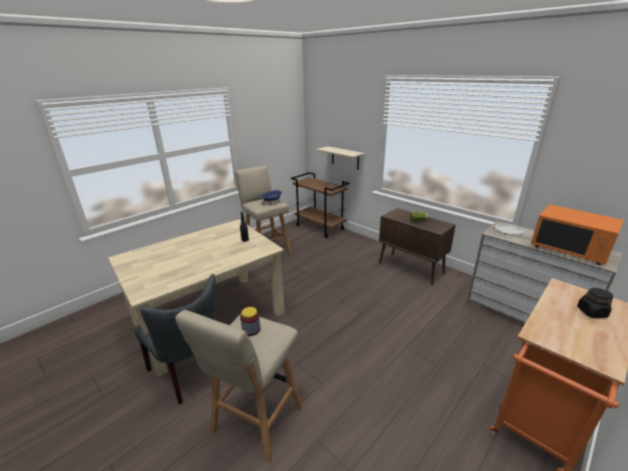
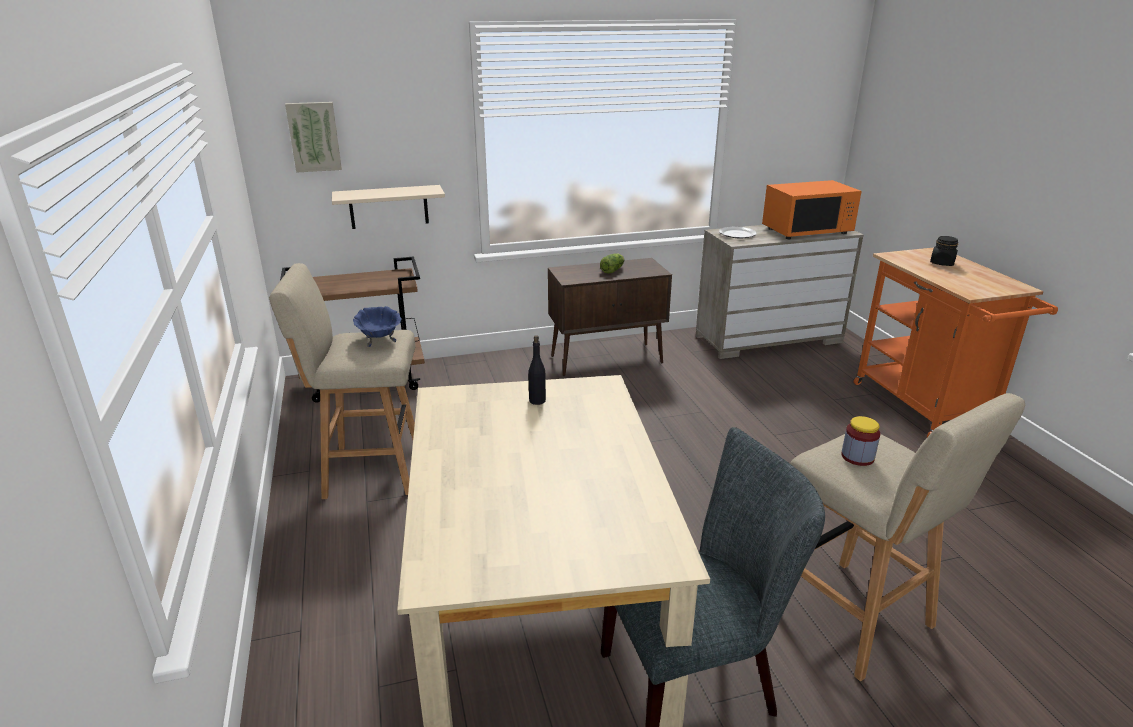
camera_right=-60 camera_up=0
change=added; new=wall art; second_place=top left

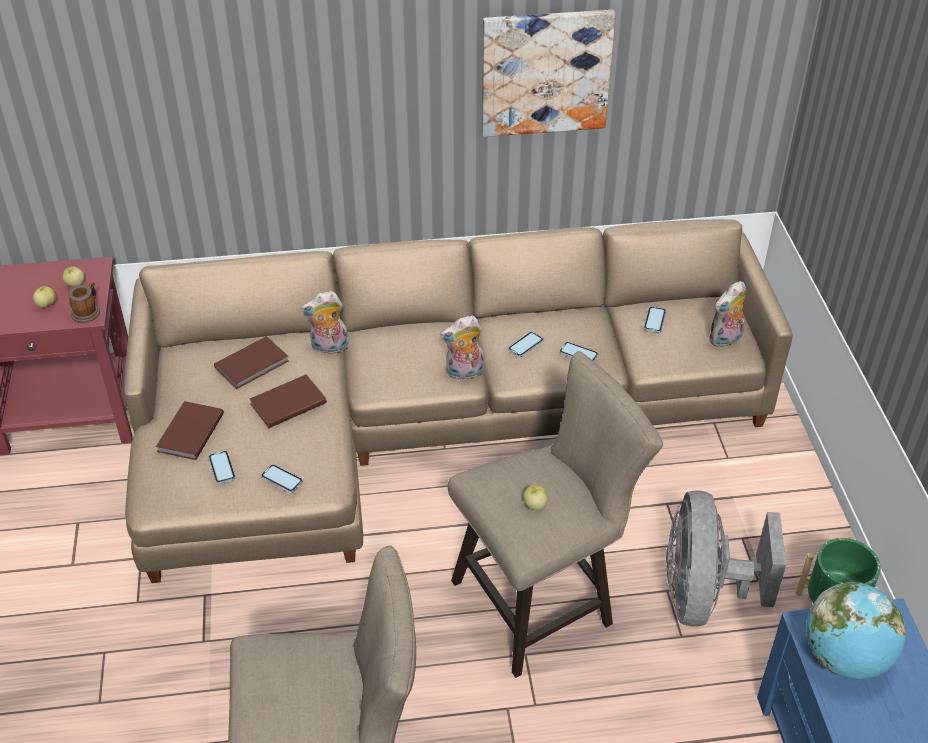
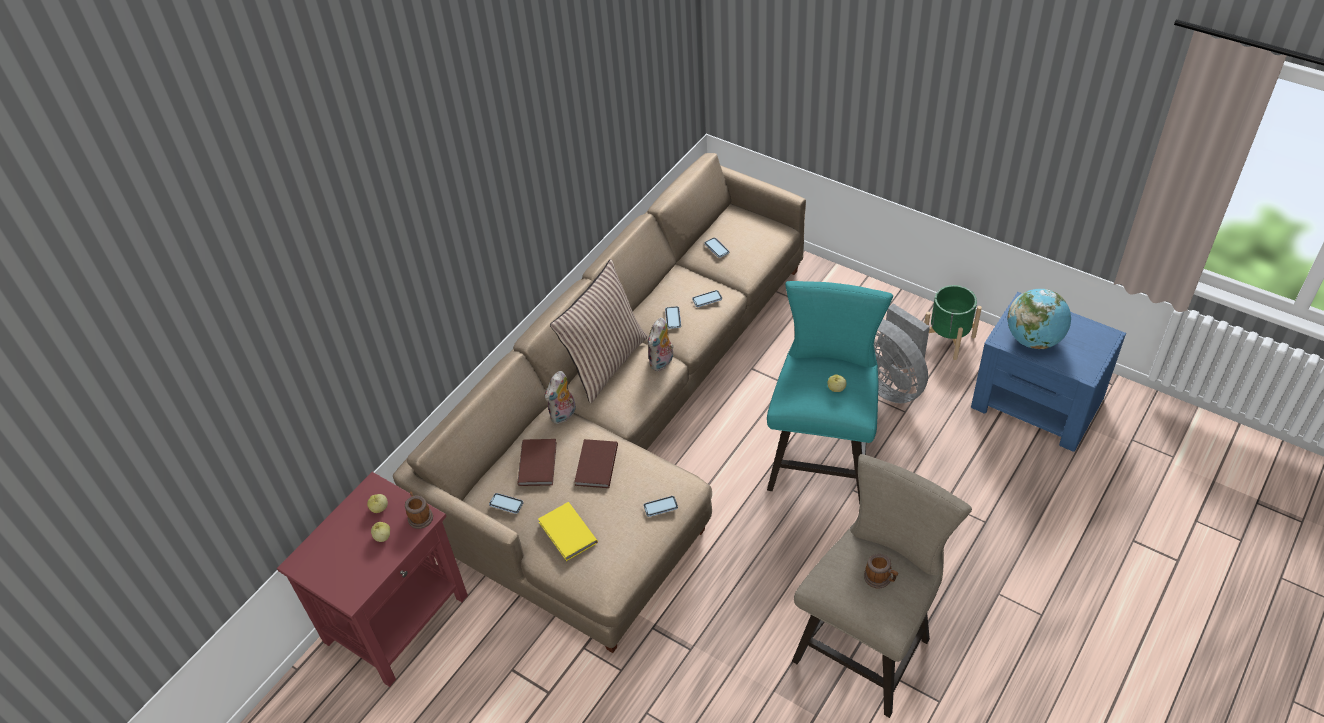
camera_right=-45 camera_up=5
change=recoloured; old=brown-coloured bound book (1st from left); new=yellow-coloured bound book; first_place=middle left; second_place=bottom centre
change=moved; old=handset (1st from left); first_place=middle left; second_place=bottom centre
change=recoloured; old=beige stool (2nd from left); new=blue-green stool; first_place=bottom centre; second_place=centre
change=removed; old=wall art; first_place=top centre
change=removed; old=plush toy (3rd from left); first_place=middle right
change=added; new=pillow; second_place=centre
change=added; new=mug (2nd from left); second_place=bottom centre

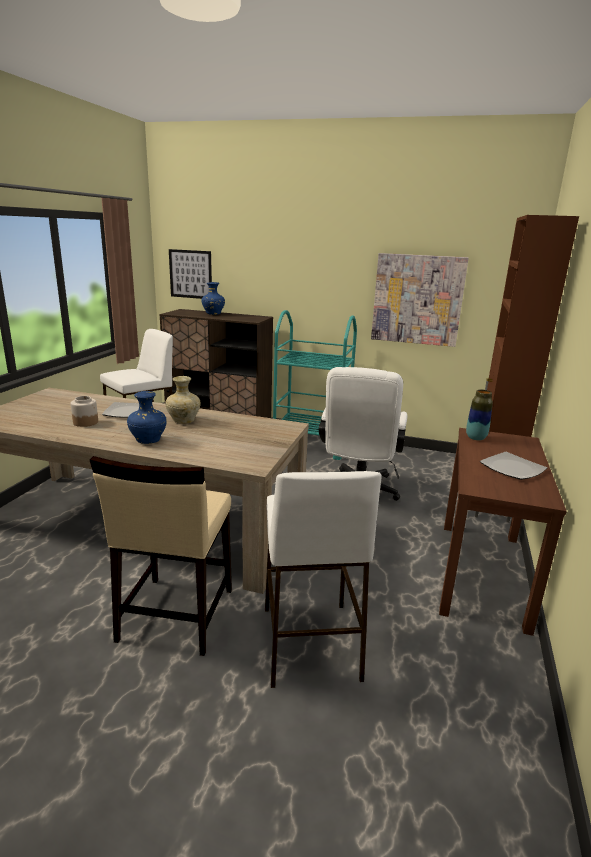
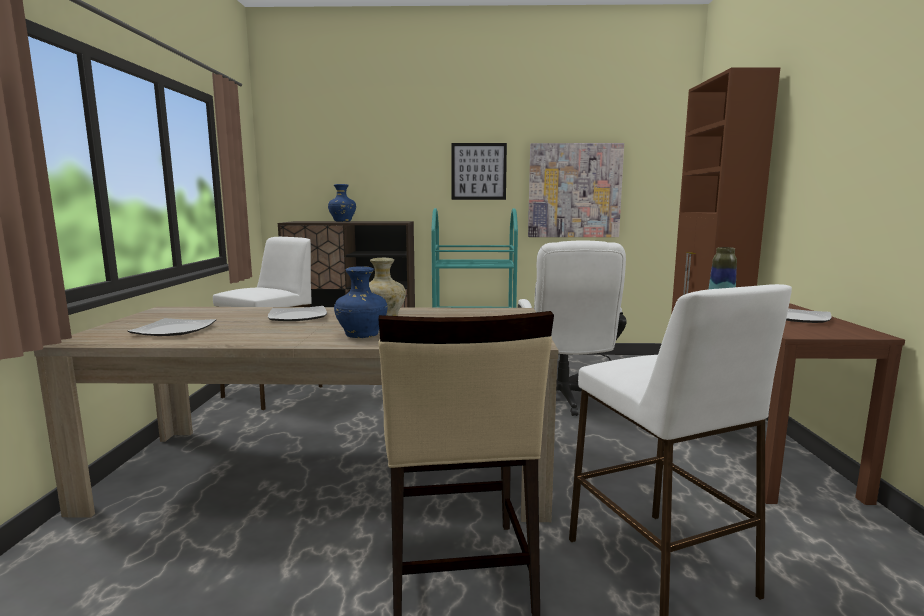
camera_right=-15 camera_up=-10
change=removed; old=preserve jar; first_place=middle left
change=moved; old=wall art (1st from left); first_place=top left; second_place=top centre
change=added; new=flat dish (1st from left); second_place=middle left

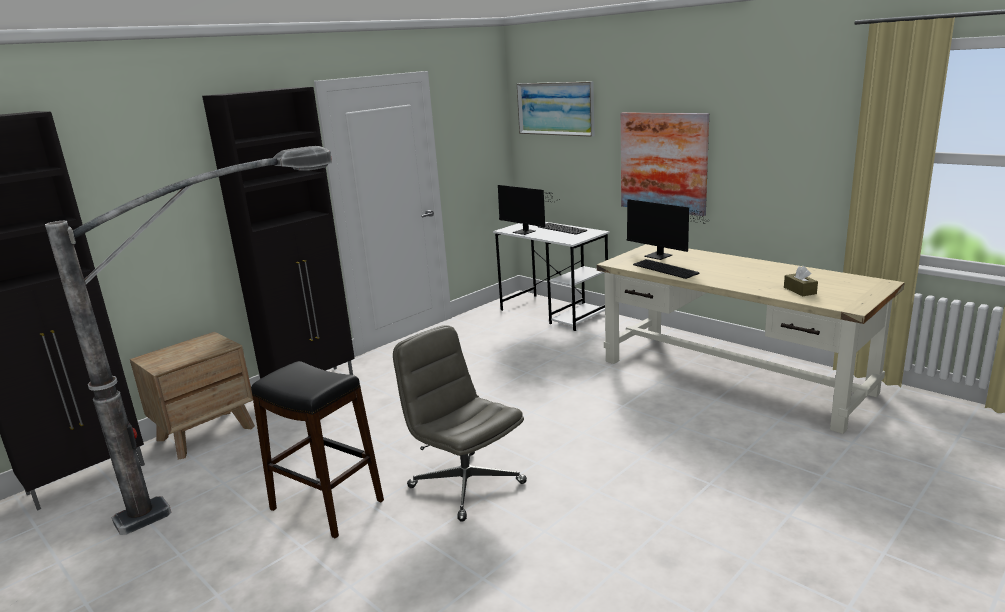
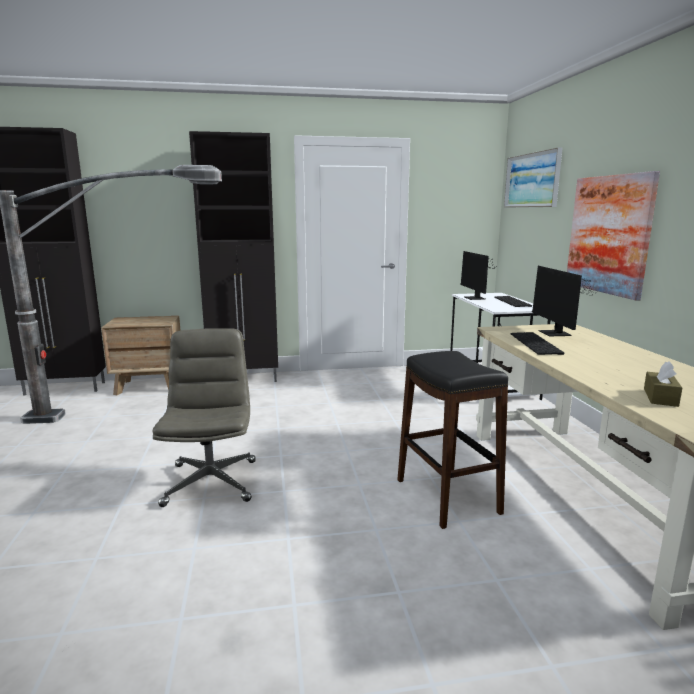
camera_right=35 camera_up=-5
change=moved; old=blackish stool; first_place=bottom left; second_place=centre

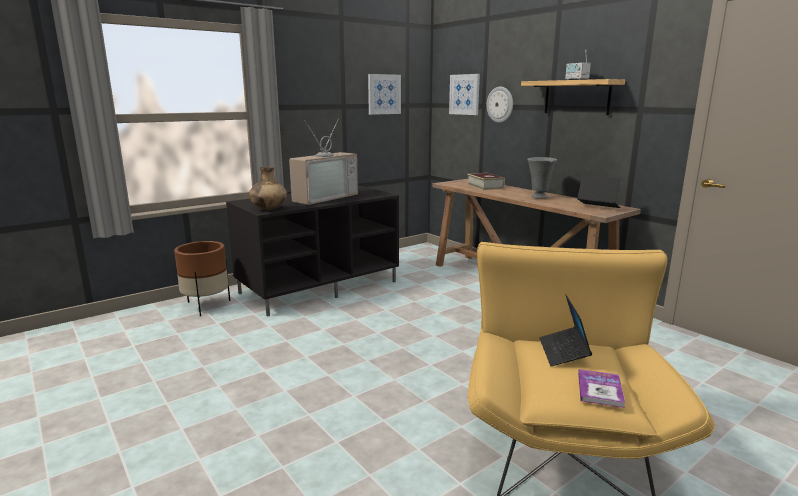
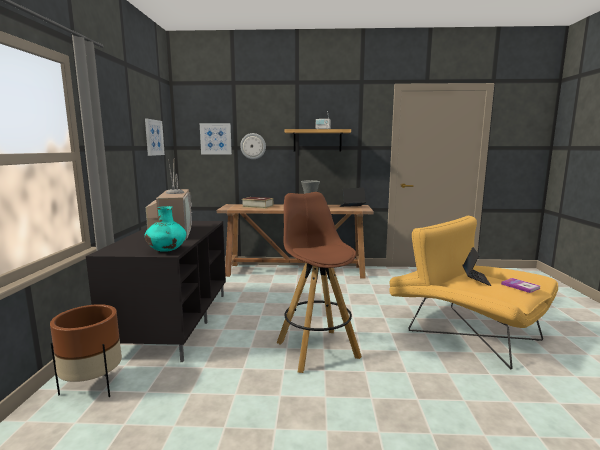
camera_right=-50 camera_up=-5
change=recoloured; old=brown-coloured flower vase; new=blue-green flower vase; first_place=centre; second_place=middle left
change=turned; old=laptop (1st from left in the first image); first_place=middle right; second_place=middle right; degrees=-120
change=added; new=brown-coloured stool; second_place=centre

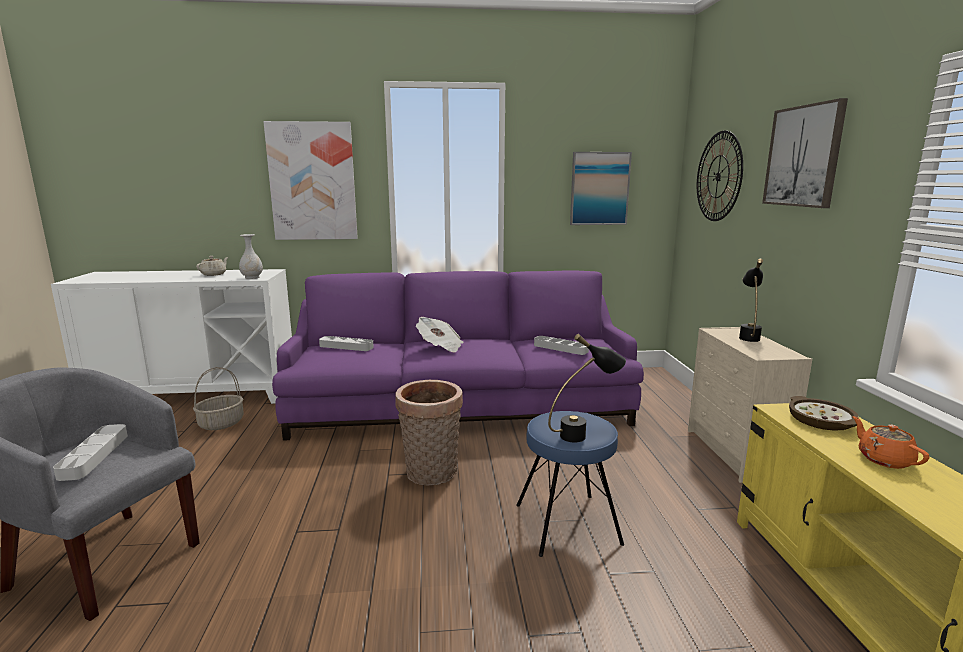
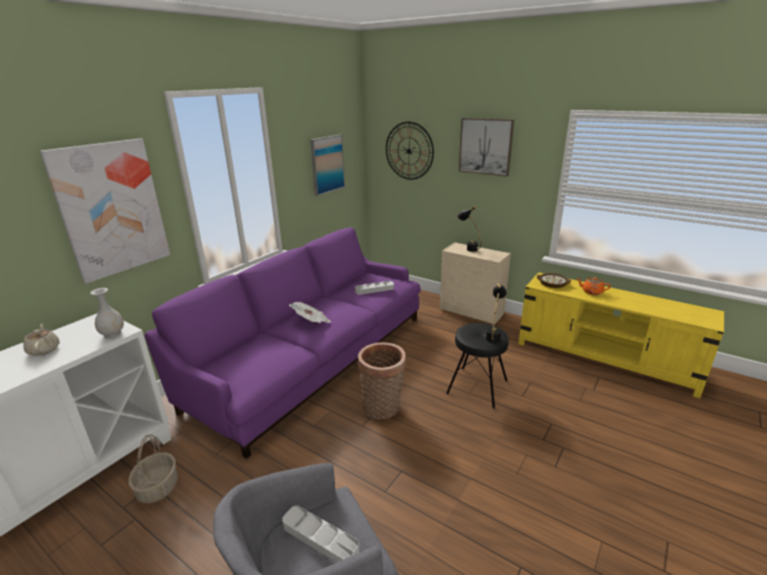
camera_right=-50 camera_up=10
change=removed; old=gray serving tray (2nd from left); first_place=centre
change=recoloured; old=blue stool; new=blackish stool; first_place=bottom centre; second_place=centre

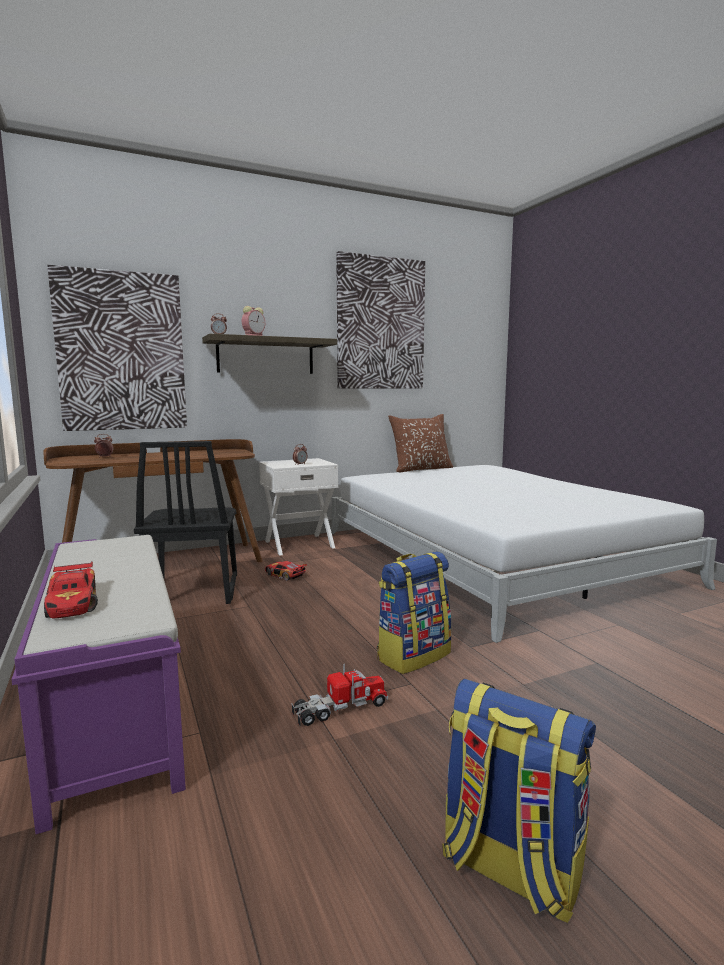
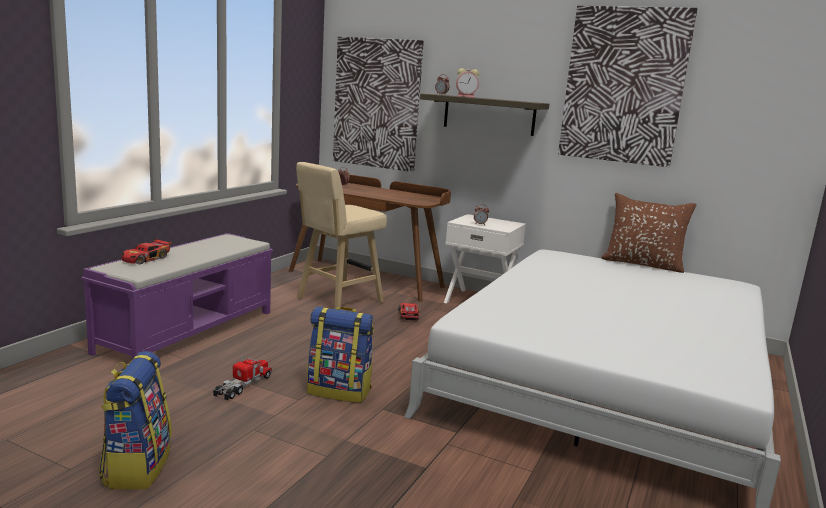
camera_right=50 camera_up=5
change=replaced; old=blackish chair; new=beige stool; first_place=middle left; second_place=centre
change=turned; old=toy lorry; first_place=bottom centre; second_place=bottom left; degrees=-90

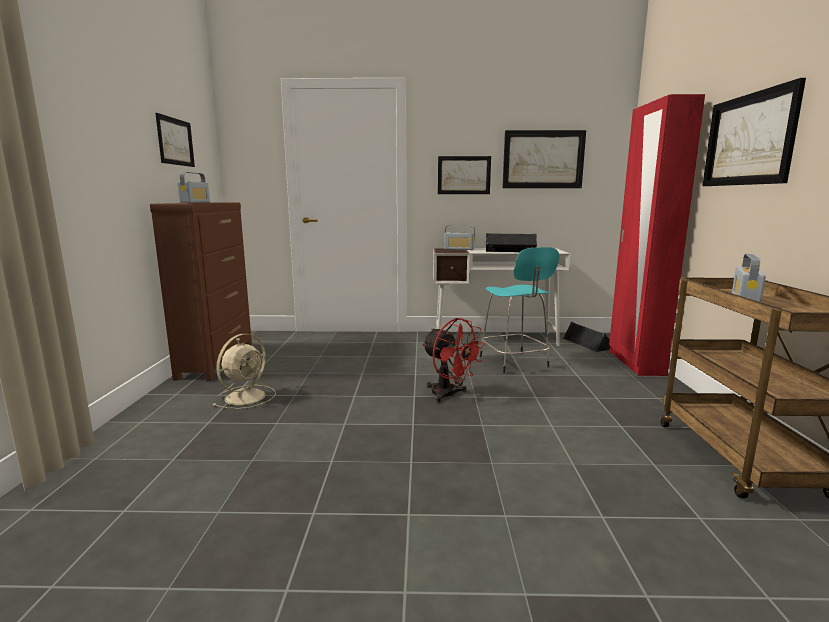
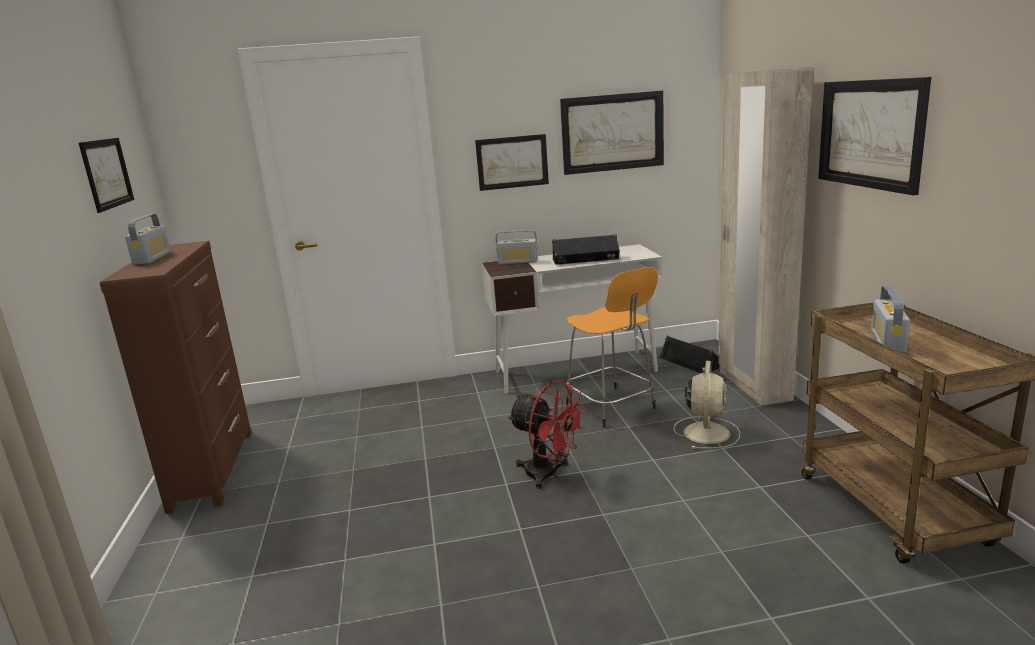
camera_right=-10 camera_up=5
change=moved; old=beige cooling fan; first_place=middle left; second_place=middle right
change=recoloured; old=blue-green stool; new=orange stool; first_place=centre; second_place=centre
change=recoloured; old=red-coloured wardrobe; new=beige wardrobe; first_place=middle right; second_place=middle right

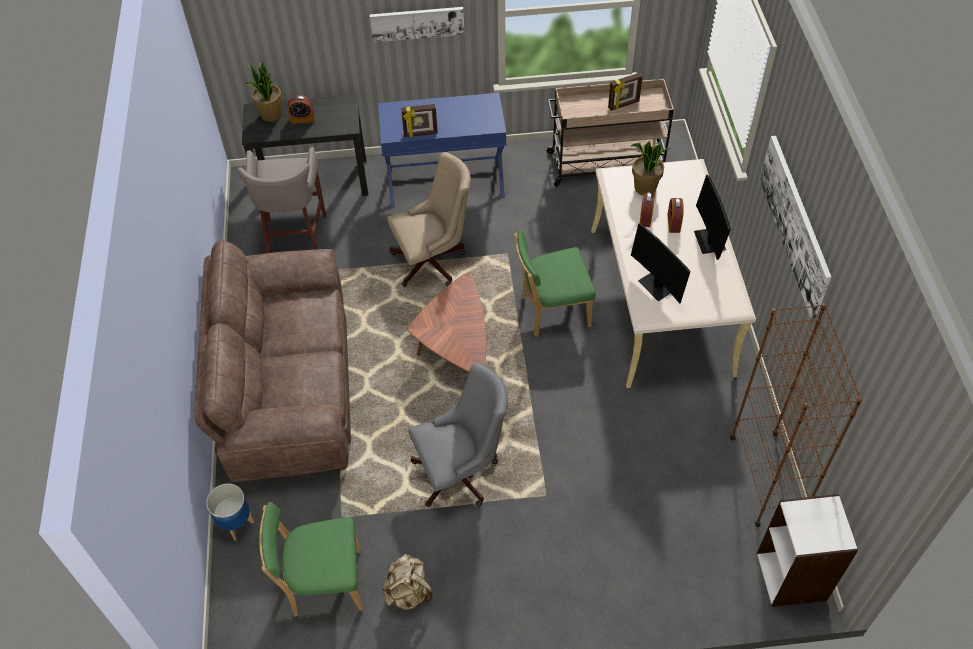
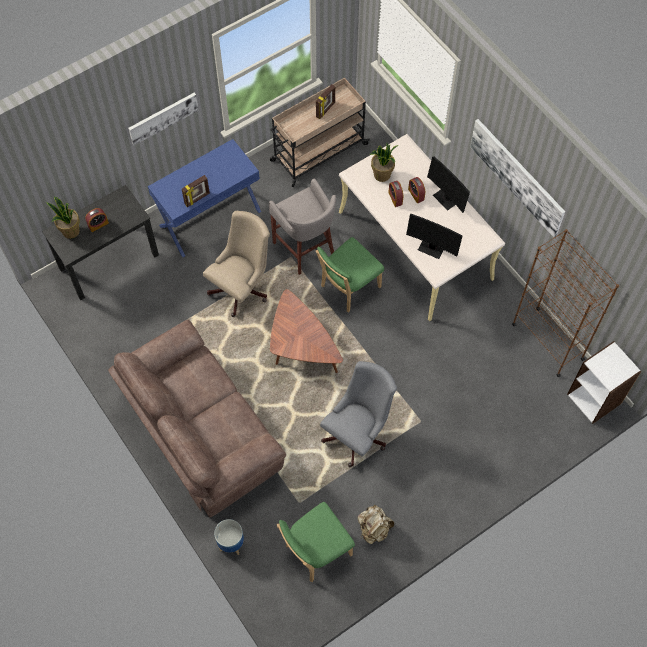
camera_right=-30 camera_up=10
change=moved; old=gray stool; first_place=top left; second_place=centre

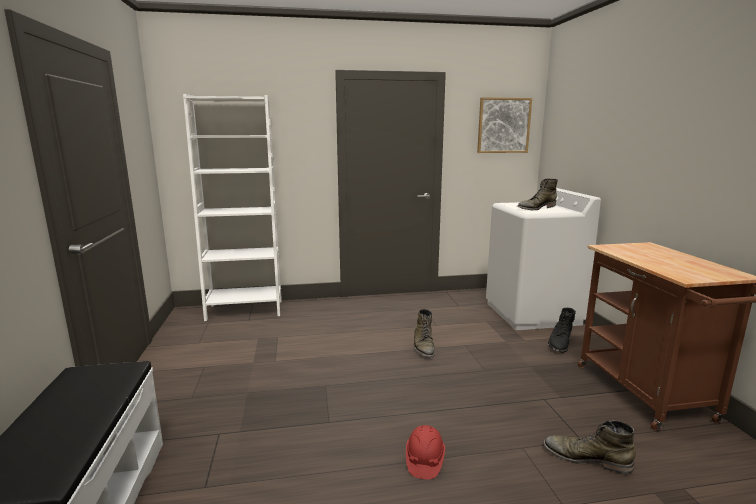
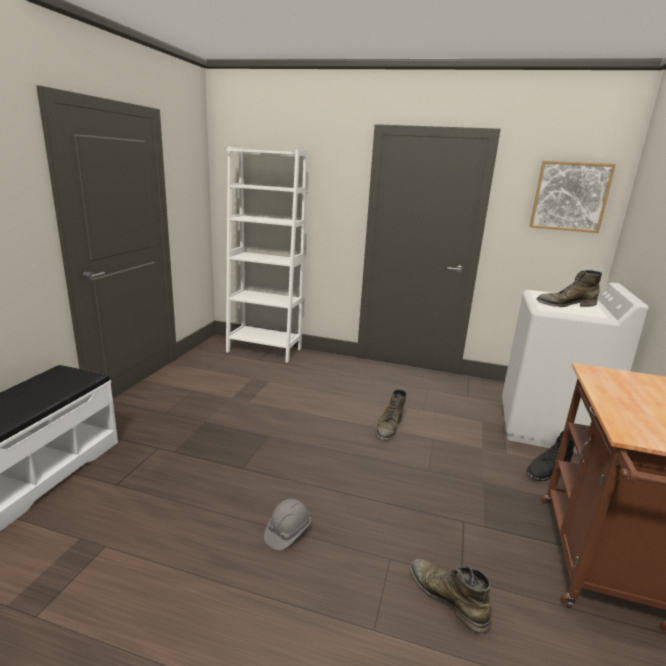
camera_right=25 camera_up=5
change=recoloured; old=red-coloured hard hat; new=gray hard hat; first_place=bottom centre; second_place=bottom centre

